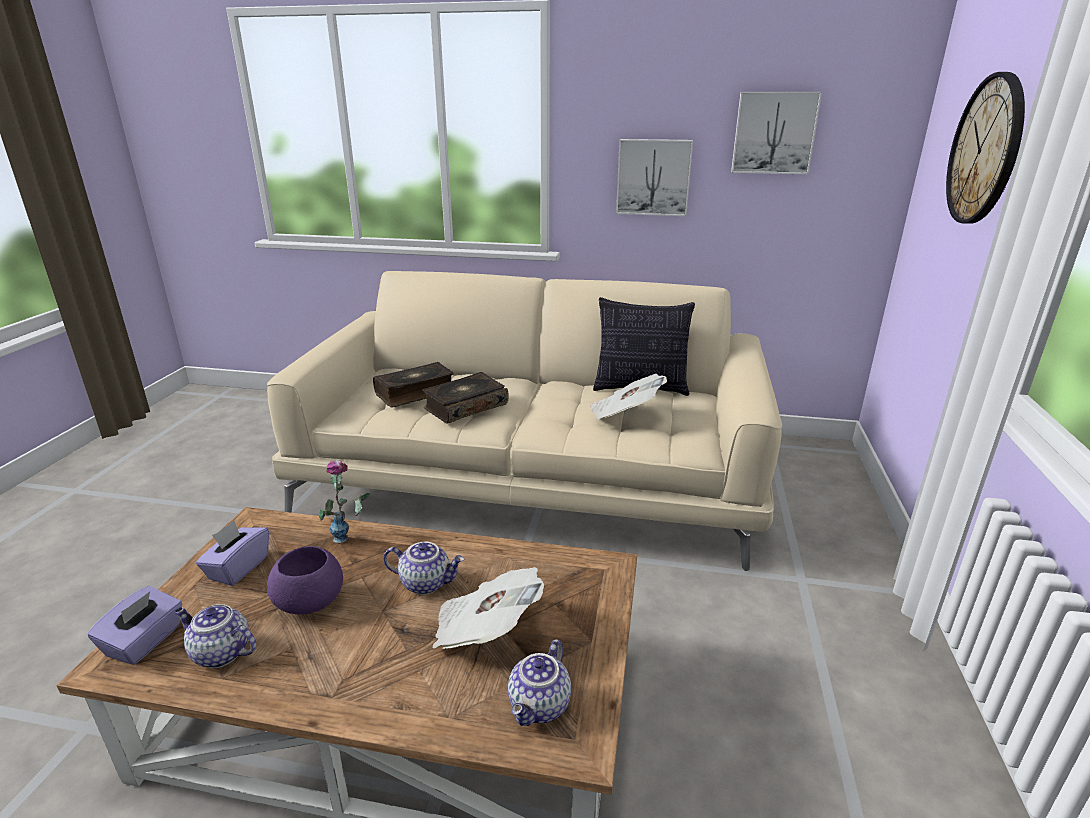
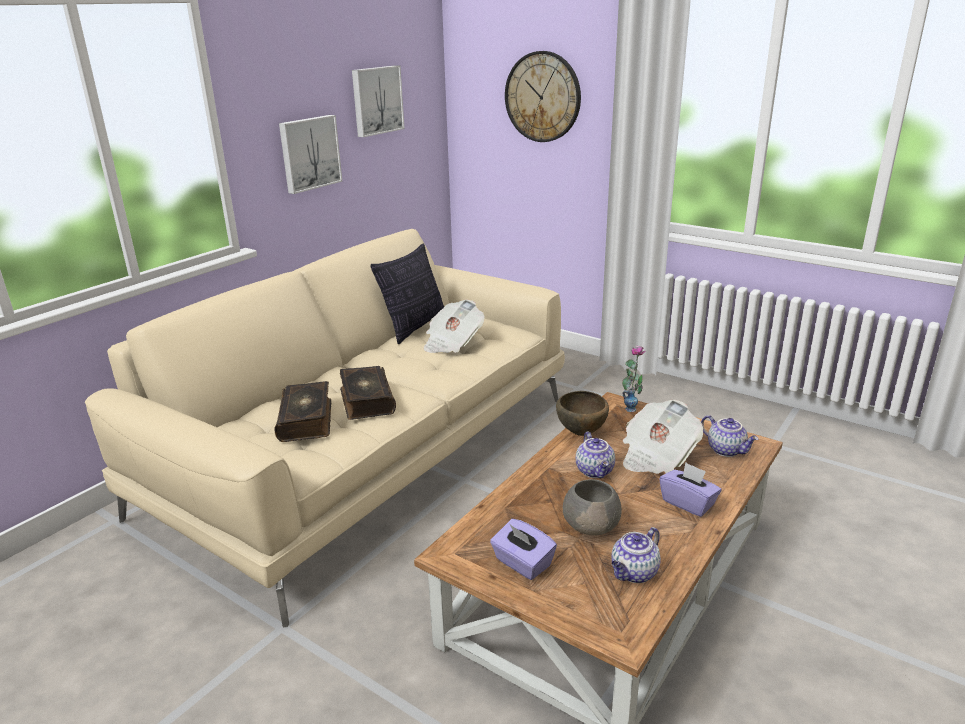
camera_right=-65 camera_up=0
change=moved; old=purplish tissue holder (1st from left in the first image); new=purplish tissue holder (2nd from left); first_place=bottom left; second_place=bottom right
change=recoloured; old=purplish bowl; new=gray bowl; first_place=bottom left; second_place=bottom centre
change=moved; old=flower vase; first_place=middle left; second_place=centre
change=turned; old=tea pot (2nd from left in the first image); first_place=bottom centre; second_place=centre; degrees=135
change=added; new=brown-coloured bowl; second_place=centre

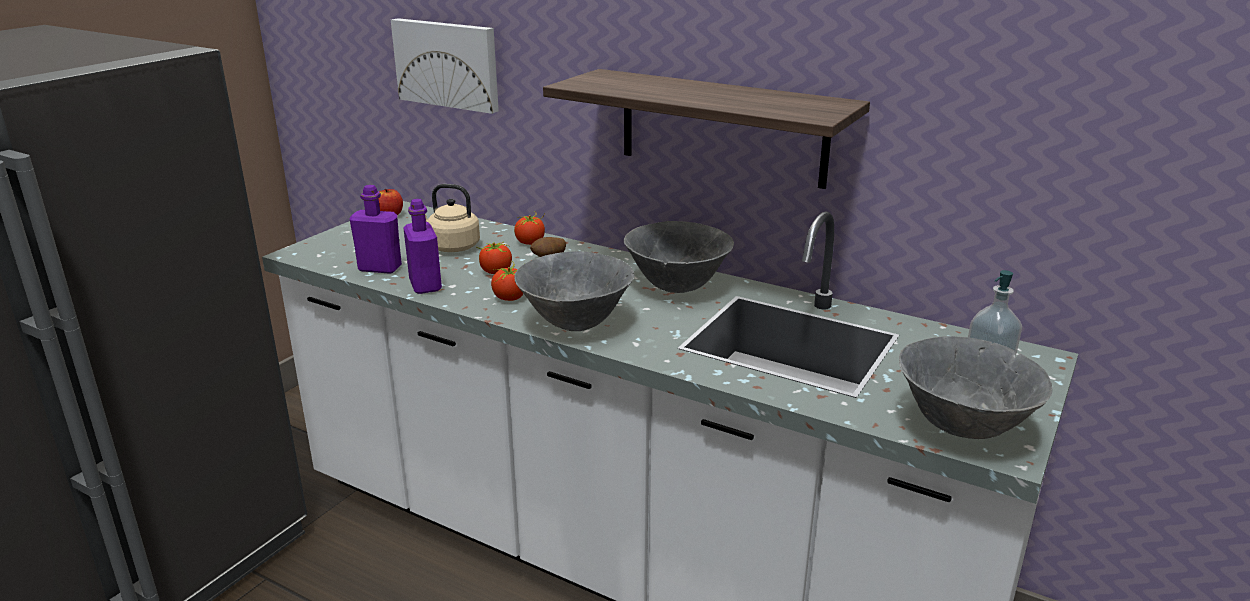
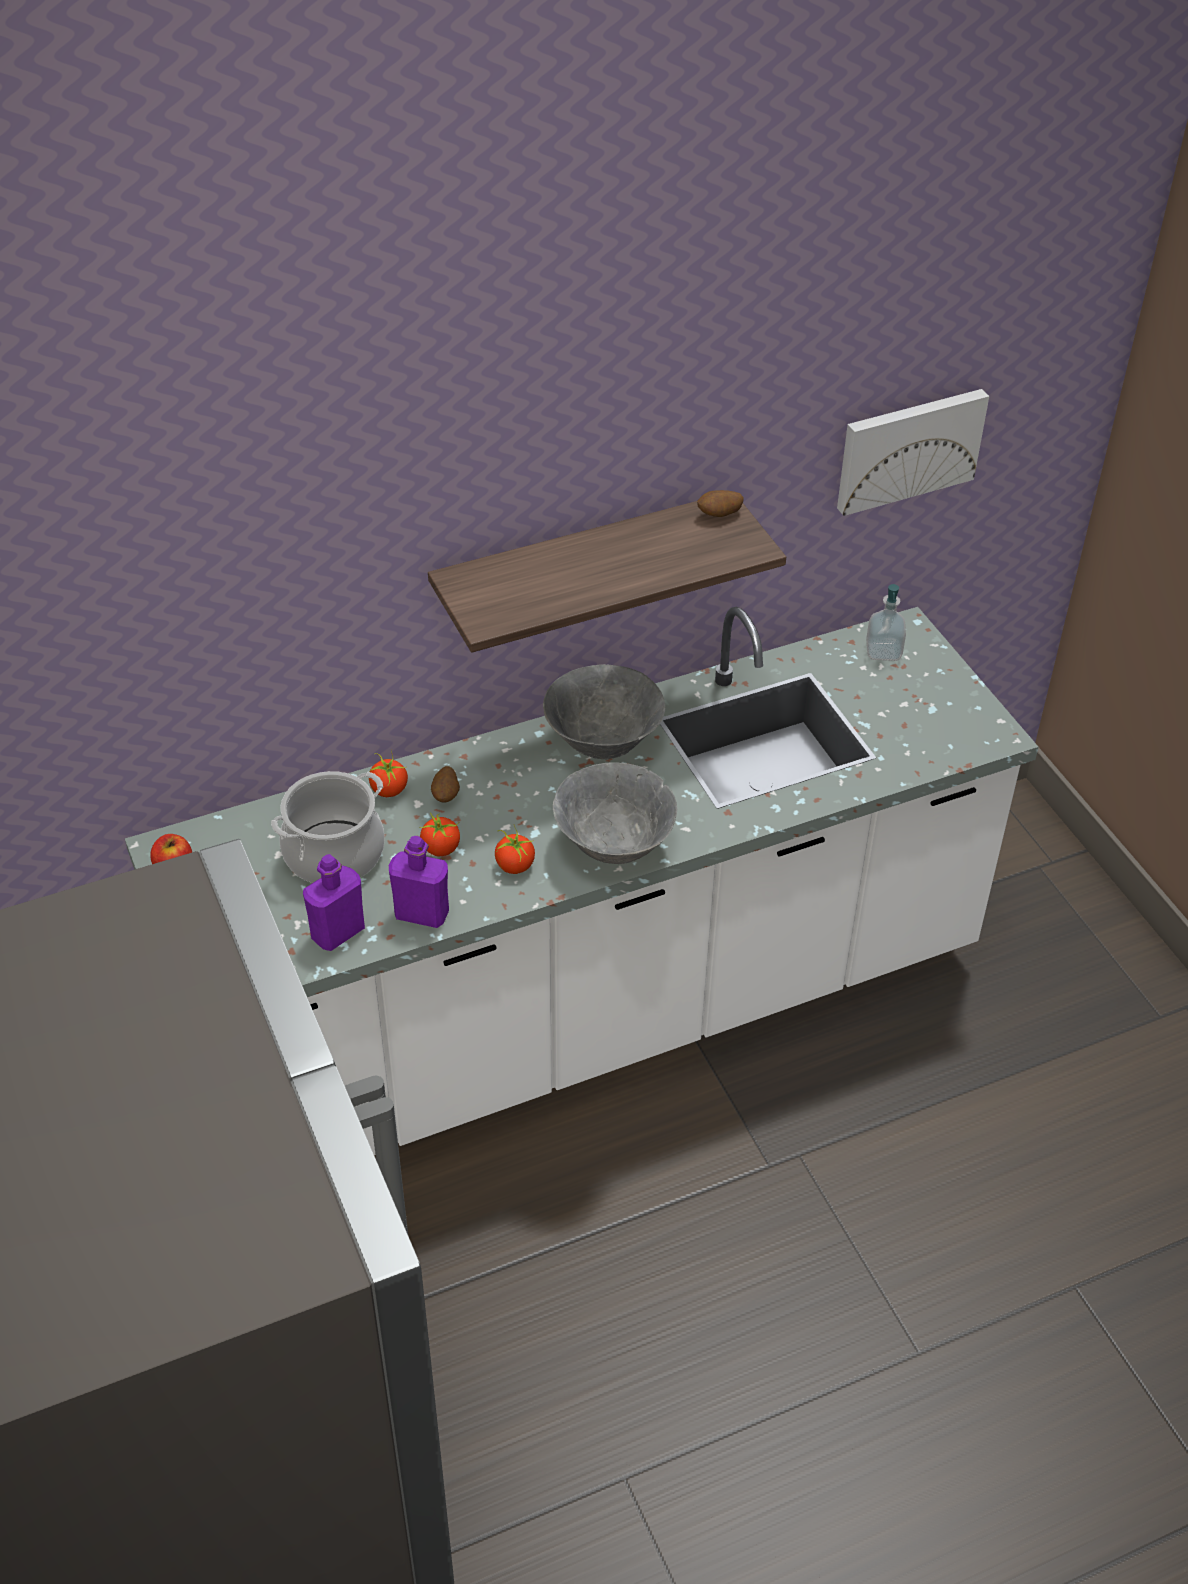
camera_right=-55 camera_up=20
change=moved; old=wall art; first_place=top centre; second_place=top right
change=replaced; old=beige tea kettle; new=cooking pot; first_place=centre; second_place=middle left
change=removed; old=gray bowl (3rd from left); first_place=middle right
change=added; new=whole potato (2nd from left); second_place=top centre

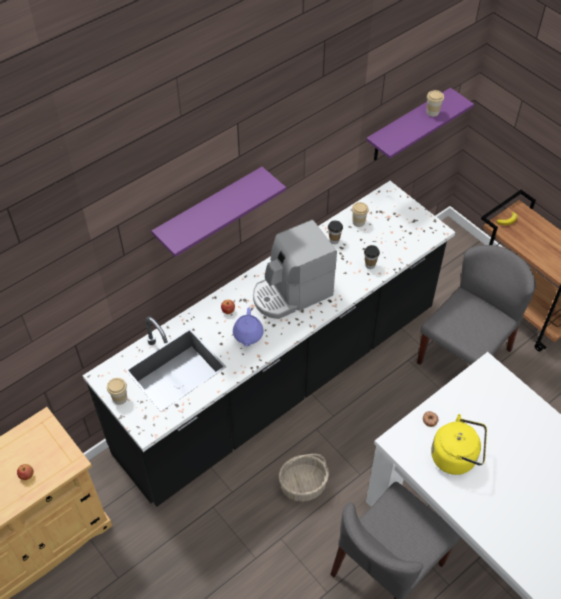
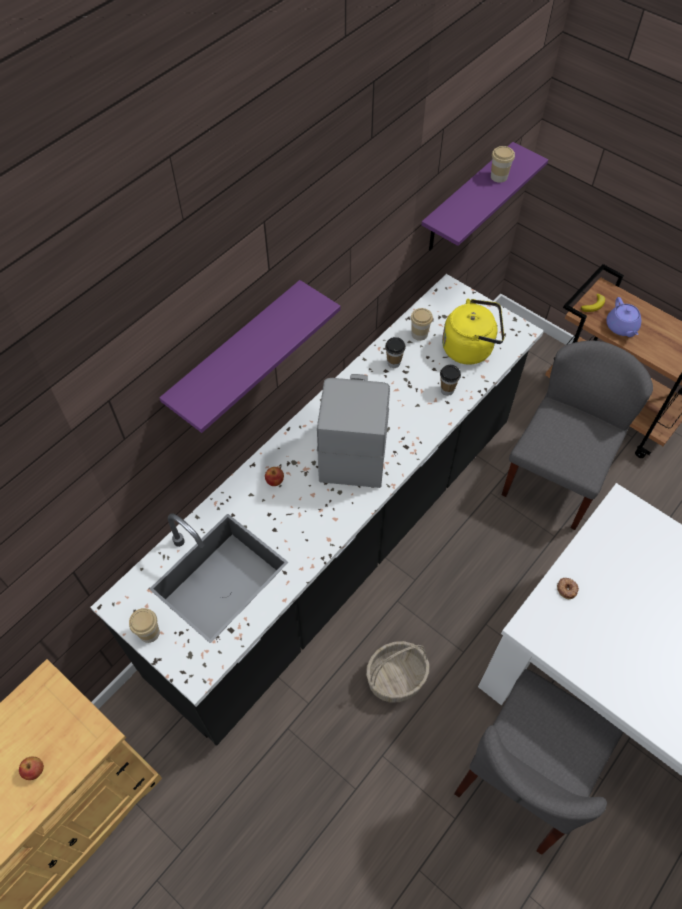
camera_right=-10 camera_up=5
change=moved; old=purplish tea pot; first_place=centre; second_place=middle right
change=turned; old=coffee machine; first_place=centre; second_place=centre; degrees=135
change=moved; old=yellow-coloured tea kettle; first_place=bottom right; second_place=middle right

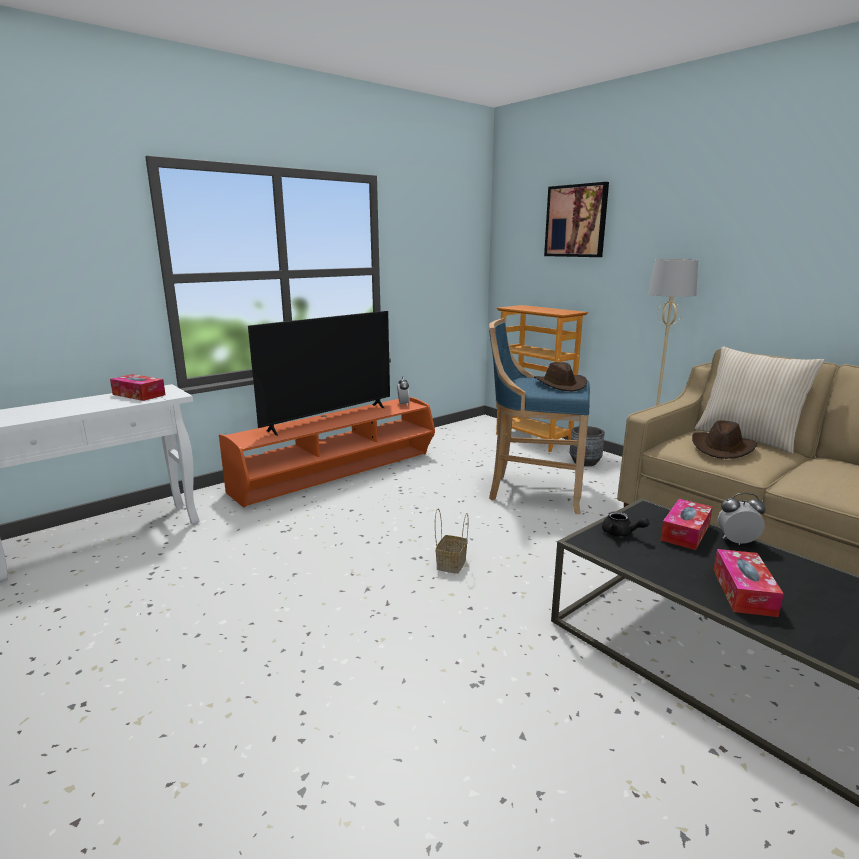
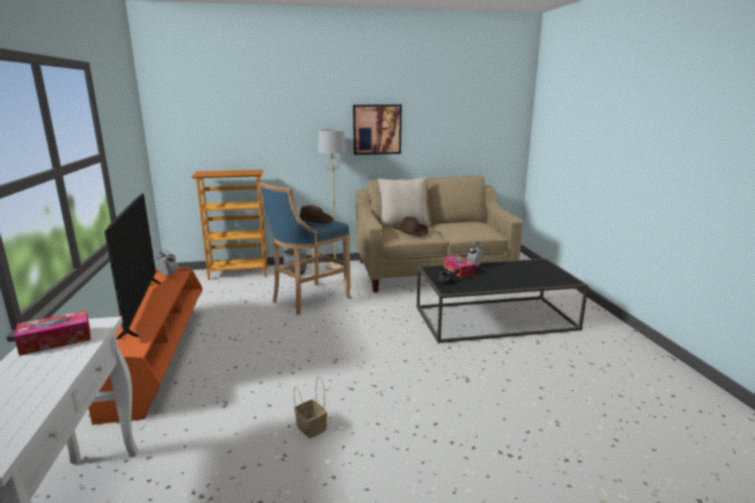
camera_right=-60 camera_up=0
change=moved; old=basket; first_place=centre; second_place=bottom centre
change=moved; old=wall art; first_place=top right; second_place=top centre
change=removed; old=tissue holder (3rd from left); first_place=bottom right

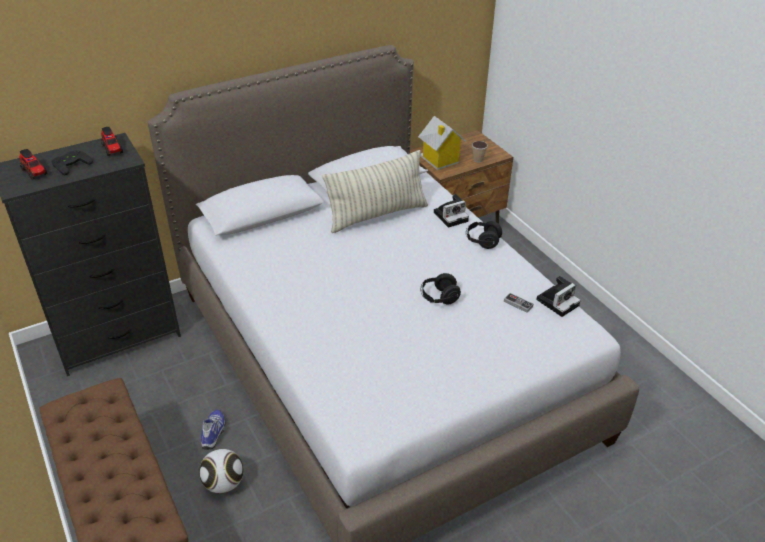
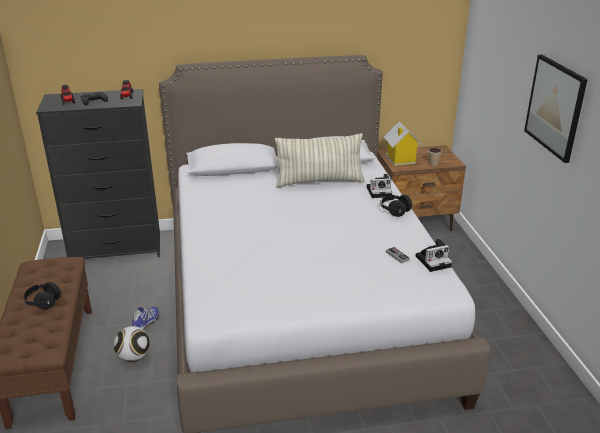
camera_right=20 camera_up=-10
change=moved; old=blackish headphones (1st from left); first_place=centre; second_place=bottom left
change=added; new=wall art; second_place=top right

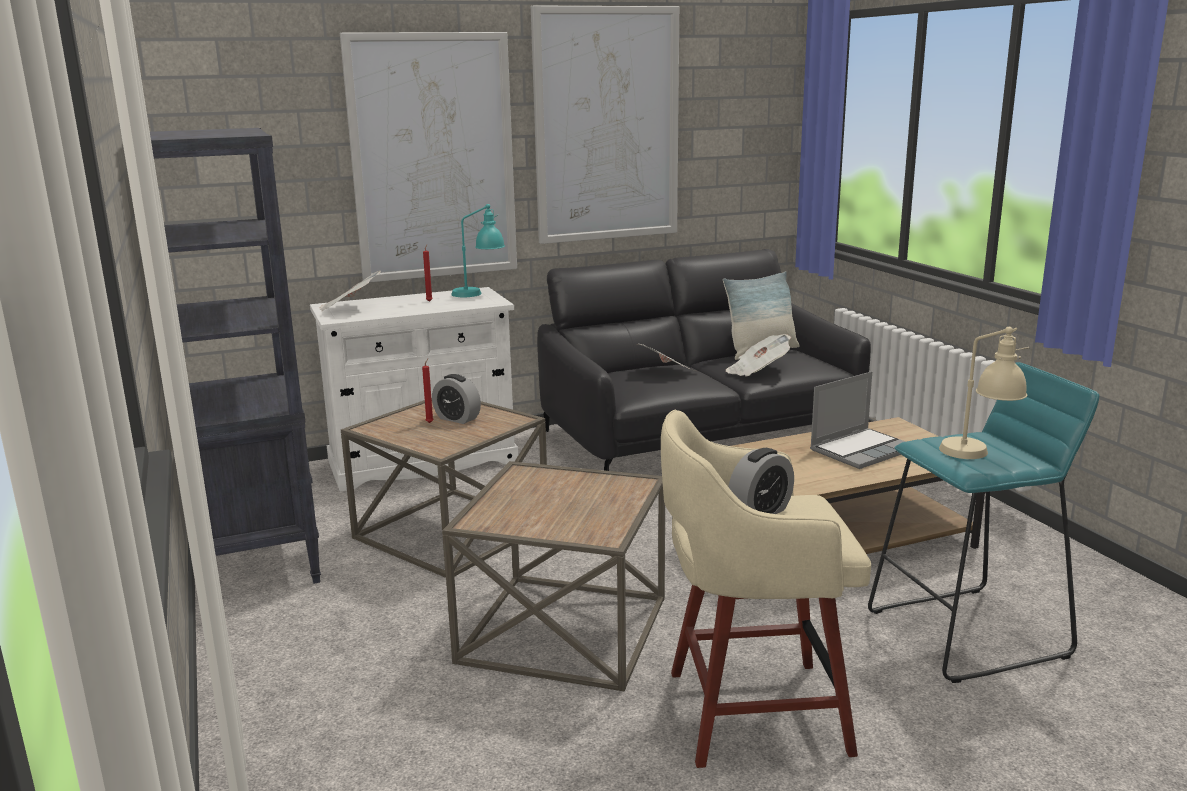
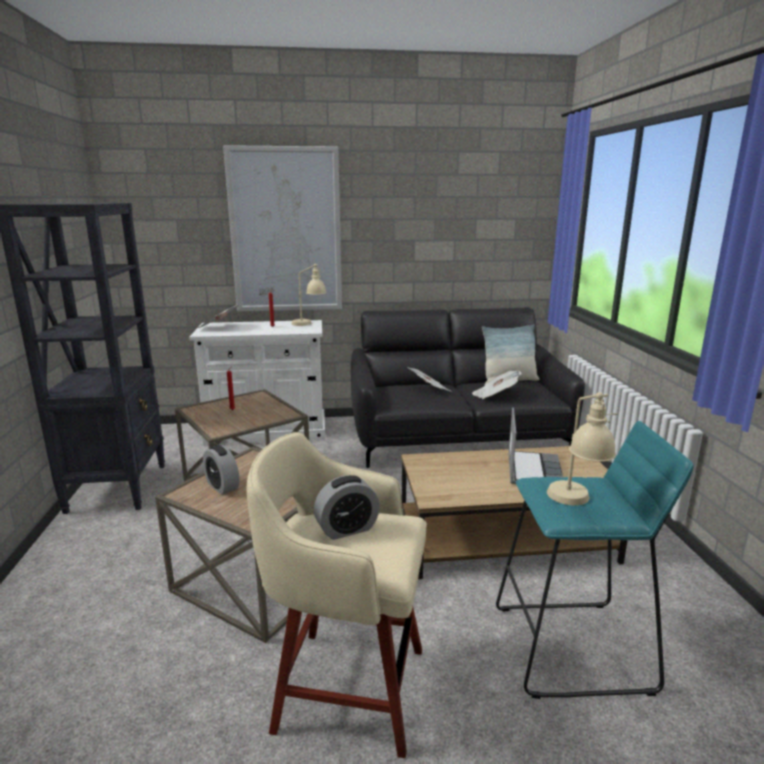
camera_right=15 camera_up=0
change=moved; old=table clock (1st from left); first_place=centre; second_place=middle left
change=recoloured; old=blue-green table lamp; new=beige table lamp (1st from left); first_place=top centre; second_place=centre
change=removed; old=wall art (2nd from left); first_place=top centre
change=turned; old=laptop; first_place=middle right; second_place=middle right; degrees=-60

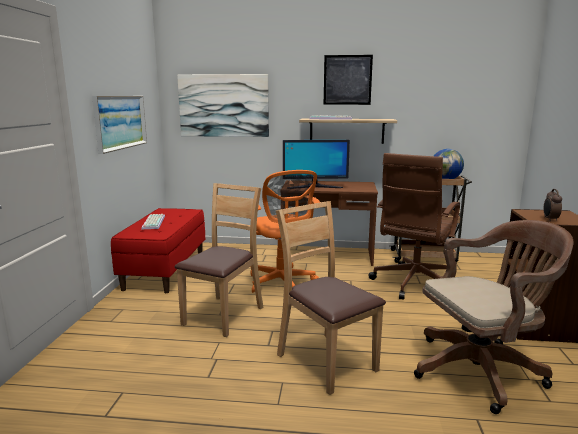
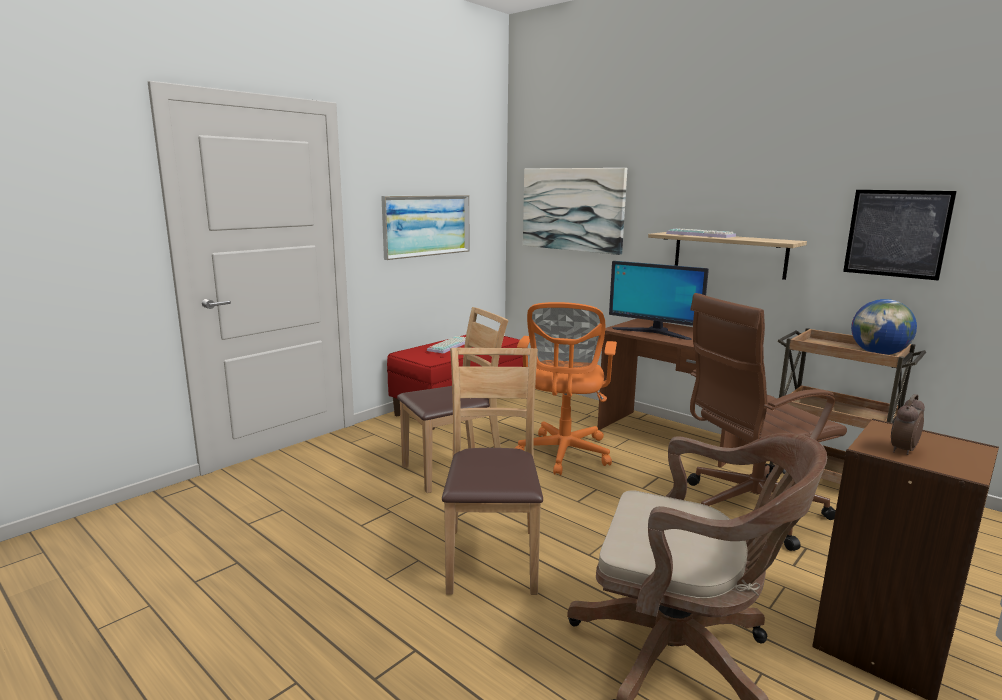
camera_right=35 camera_up=0
change=moved; old=wall art (3rd from left); first_place=top centre; second_place=middle right

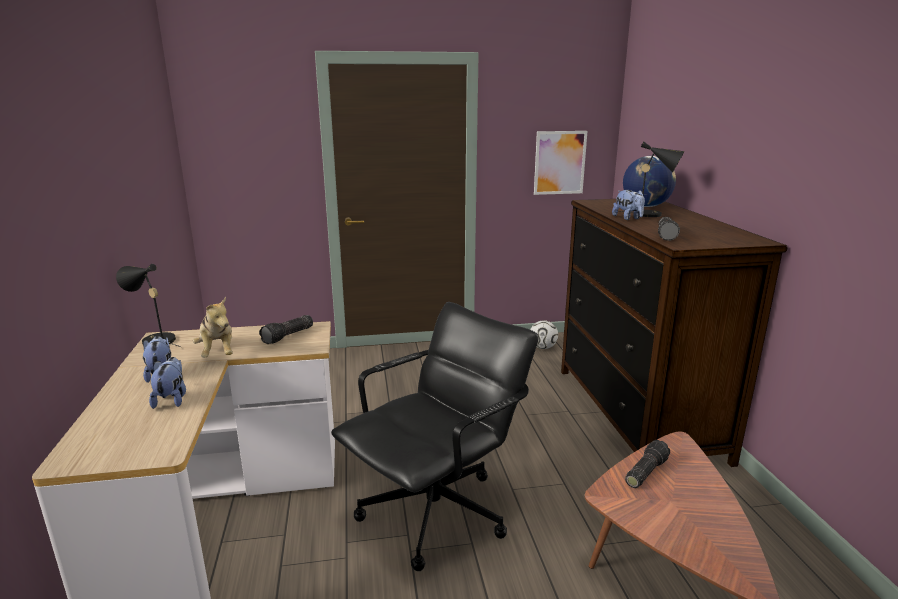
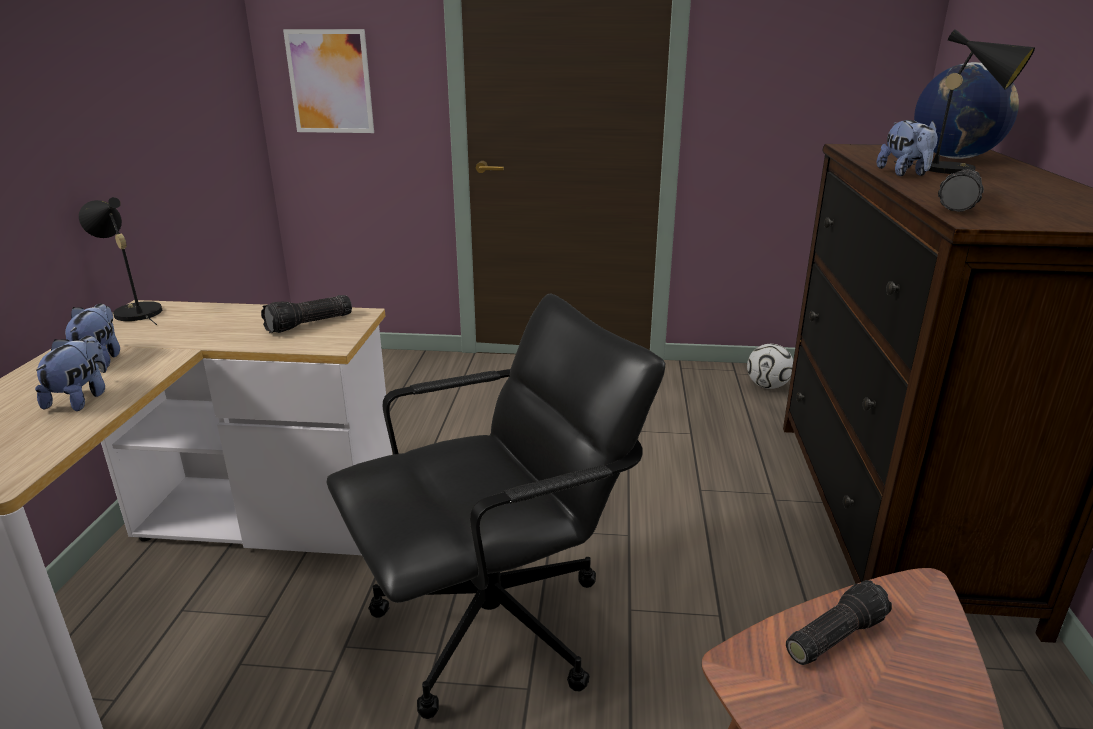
camera_right=15 camera_up=5
change=removed; old=plush toy (3rd from left); first_place=middle left
change=moved; old=wall art; first_place=top centre; second_place=top left

